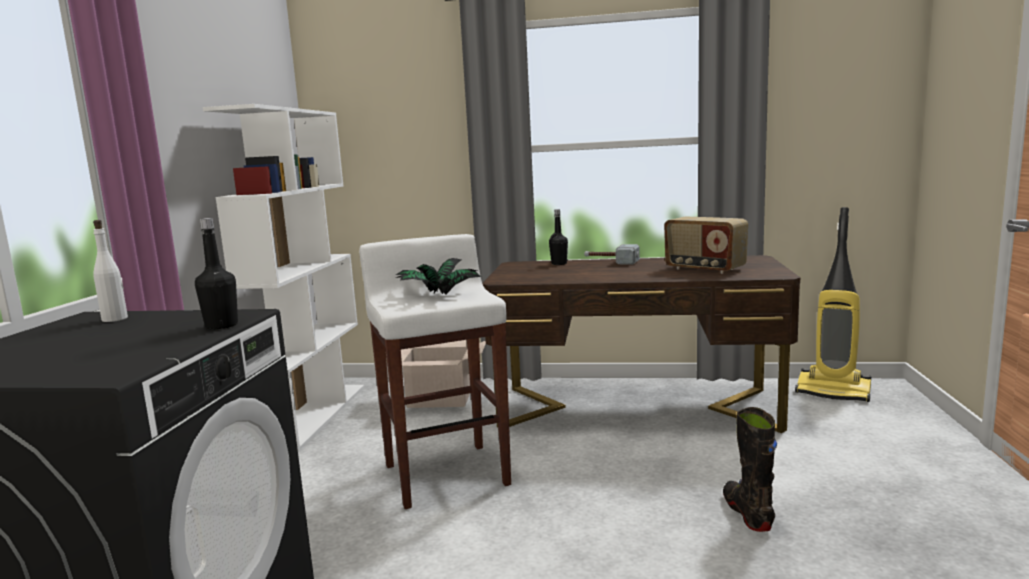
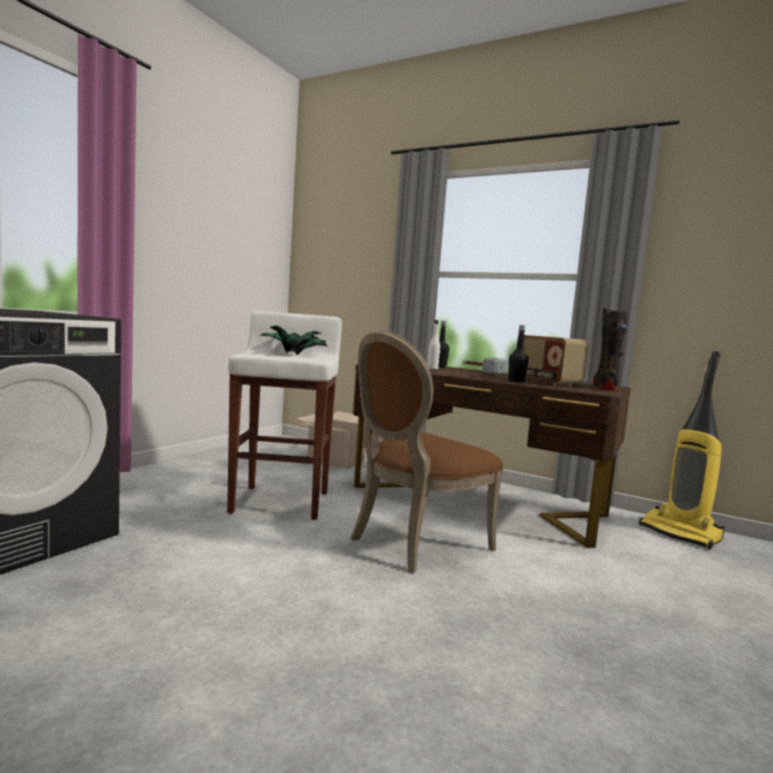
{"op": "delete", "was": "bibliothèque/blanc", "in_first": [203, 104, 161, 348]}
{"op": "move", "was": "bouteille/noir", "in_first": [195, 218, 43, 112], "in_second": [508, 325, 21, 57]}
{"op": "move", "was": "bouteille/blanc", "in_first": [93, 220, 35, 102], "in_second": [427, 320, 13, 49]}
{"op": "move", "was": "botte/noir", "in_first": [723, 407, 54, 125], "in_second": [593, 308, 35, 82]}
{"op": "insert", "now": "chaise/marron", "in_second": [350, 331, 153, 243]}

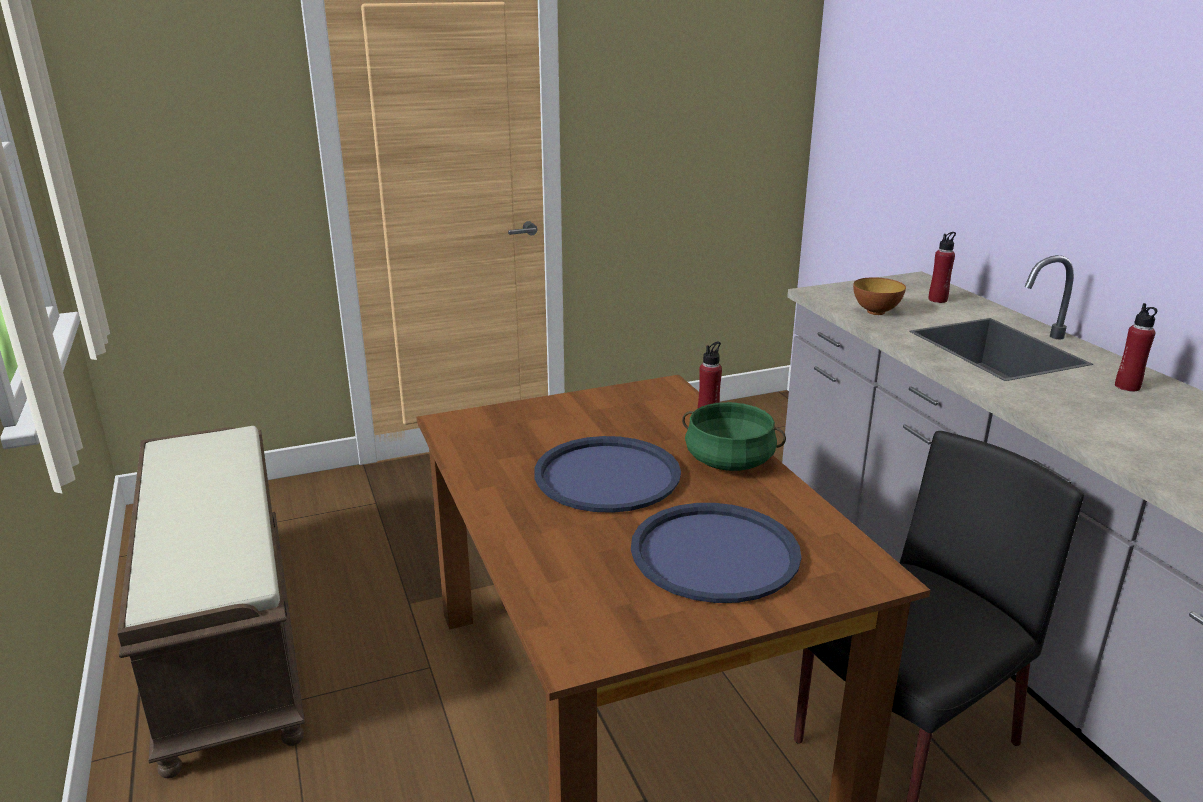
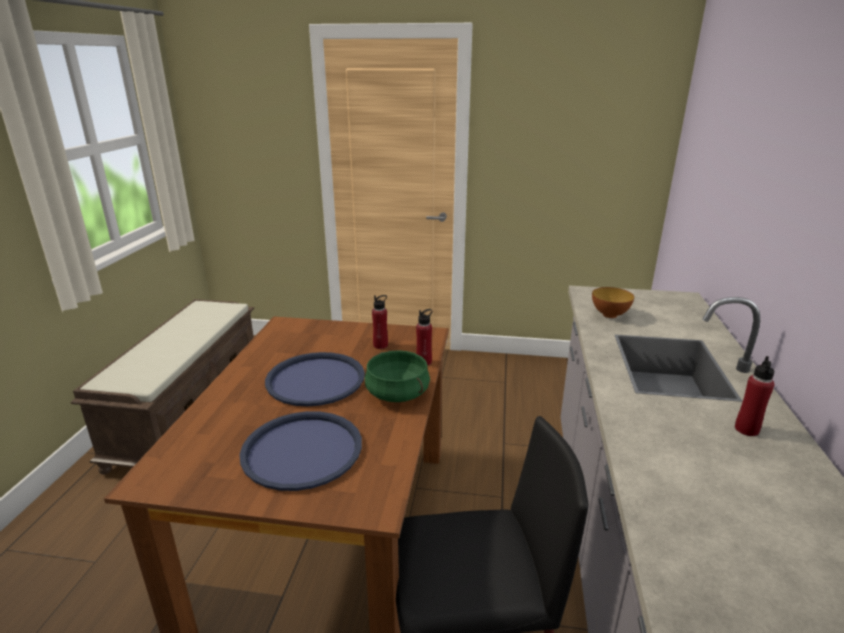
{"op": "move", "was": "bouteille/rouge", "in_first": [928, 232, 28, 71], "in_second": [372, 295, 16, 54]}

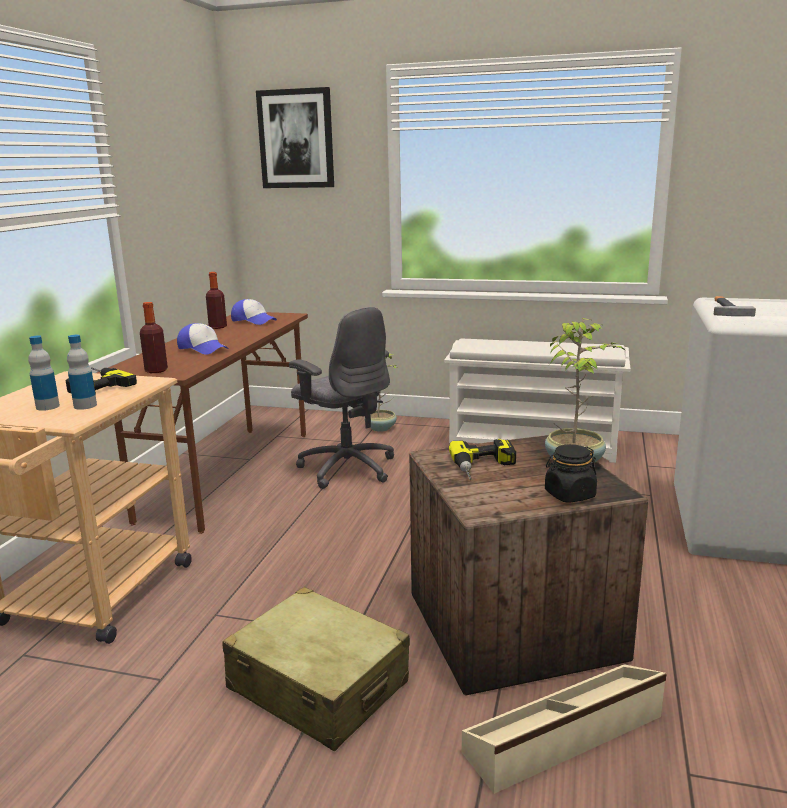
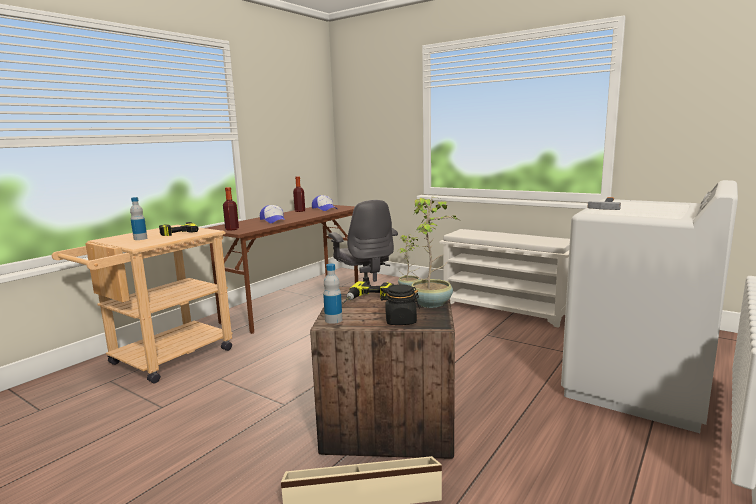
{"op": "delete", "was": "tableau", "in_first": [256, 87, 78, 101]}
{"op": "move", "was": "bouteille", "in_first": [67, 335, 30, 75], "in_second": [323, 264, 19, 60]}
{"op": "delete", "was": "valise/beige", "in_first": [222, 587, 188, 164]}

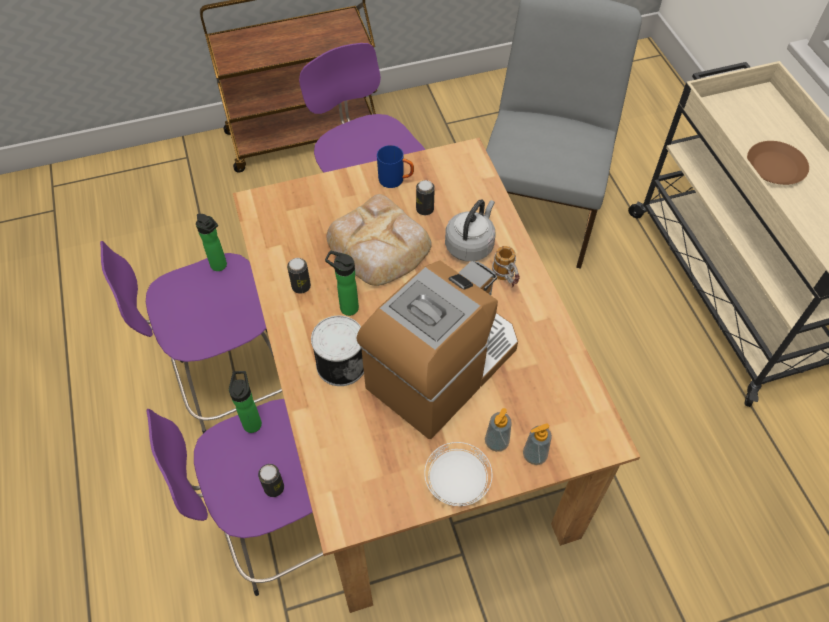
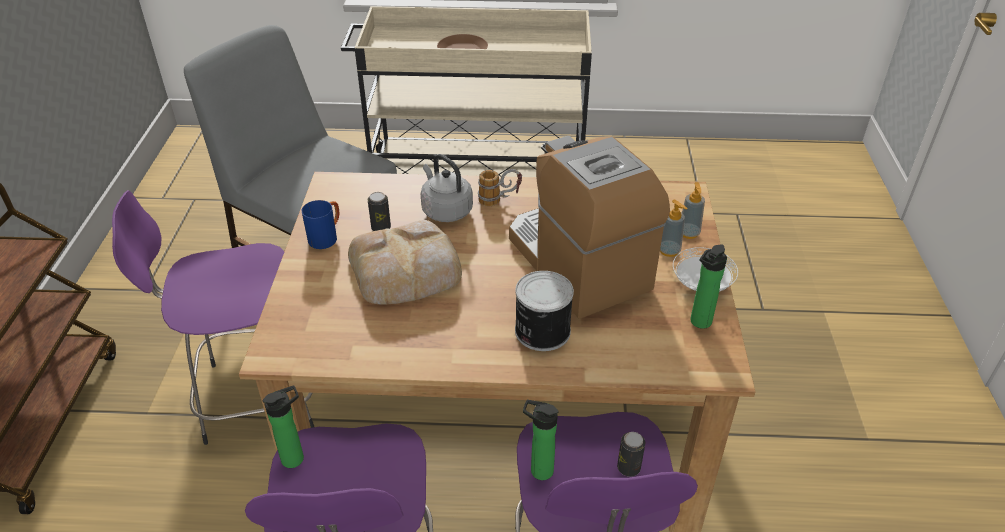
{"op": "move", "was": "bouteille", "in_first": [325, 251, 34, 65], "in_second": [690, 244, 37, 85]}
{"op": "delete", "was": "boîte métallique", "in_first": [287, 258, 24, 36]}

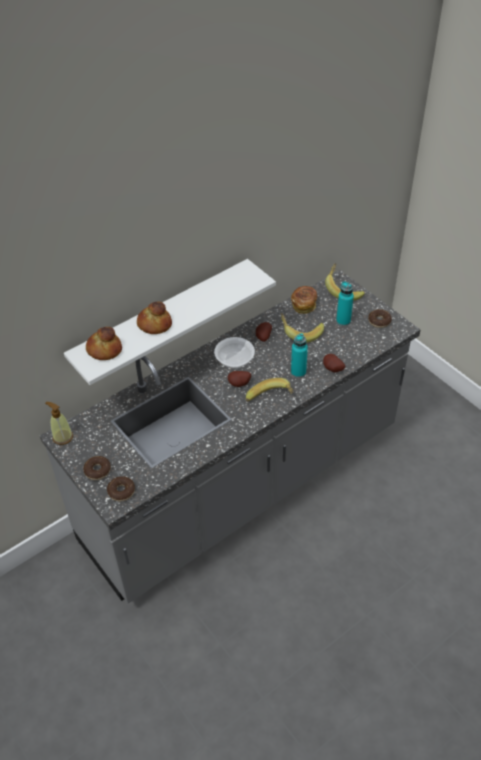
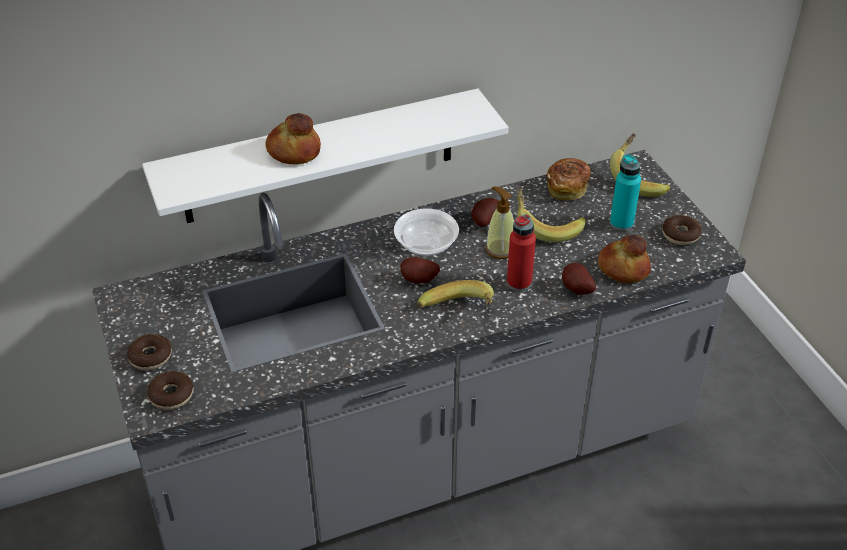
{"op": "move", "was": "pain", "in_first": [86, 327, 36, 33], "in_second": [598, 235, 53, 48]}
{"op": "recolor", "was": "bouteille/turquoise", "now": "bouteille/rouge", "in_first": [291, 333, 17, 45], "in_second": [507, 214, 29, 77]}
{"op": "move", "was": "distributeur de savon", "in_first": [45, 402, 28, 43], "in_second": [485, 187, 29, 72]}

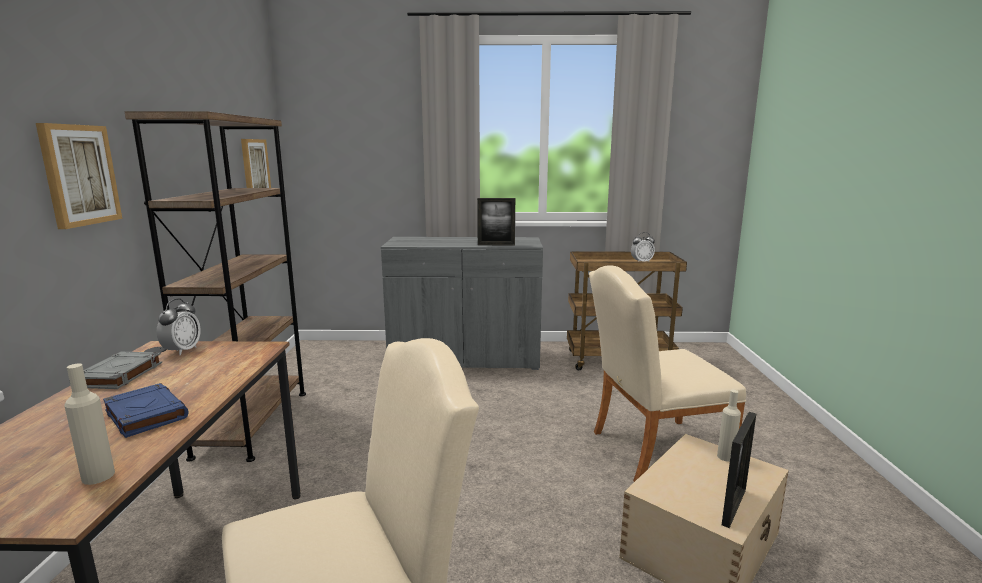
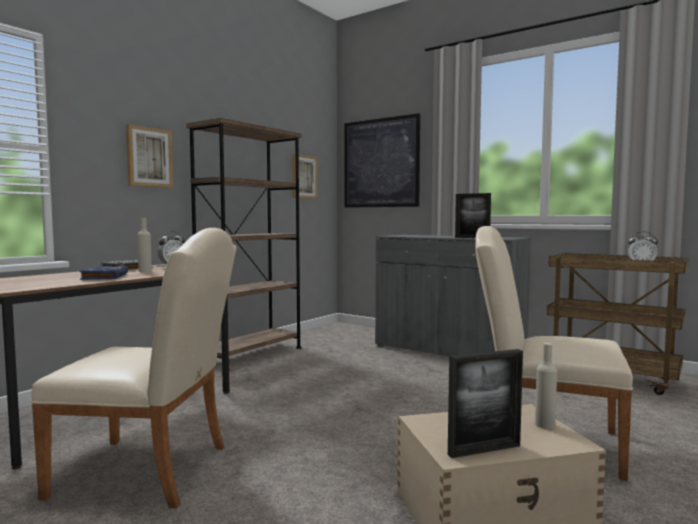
{"op": "move", "was": "bouteille/beige", "in_first": [64, 364, 51, 121], "in_second": [137, 218, 15, 54]}
{"op": "insert", "now": "tableau", "in_second": [345, 113, 75, 95]}

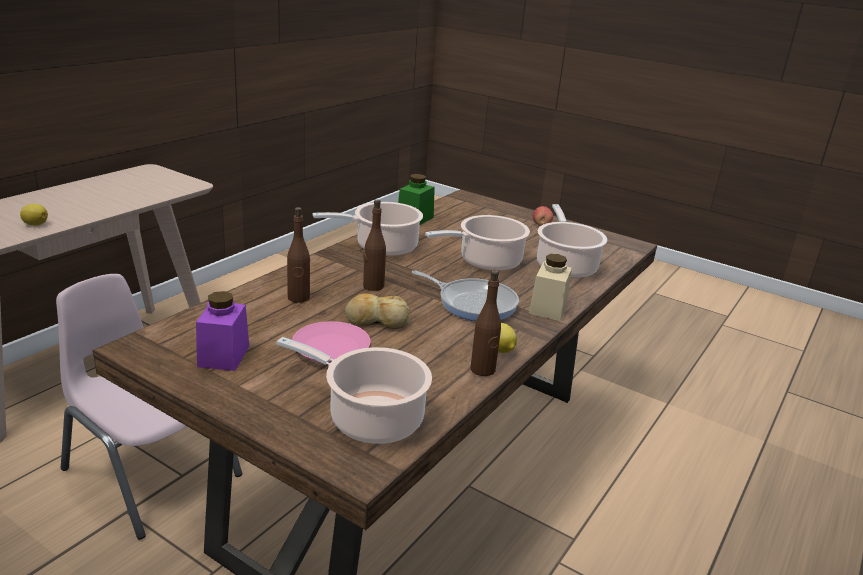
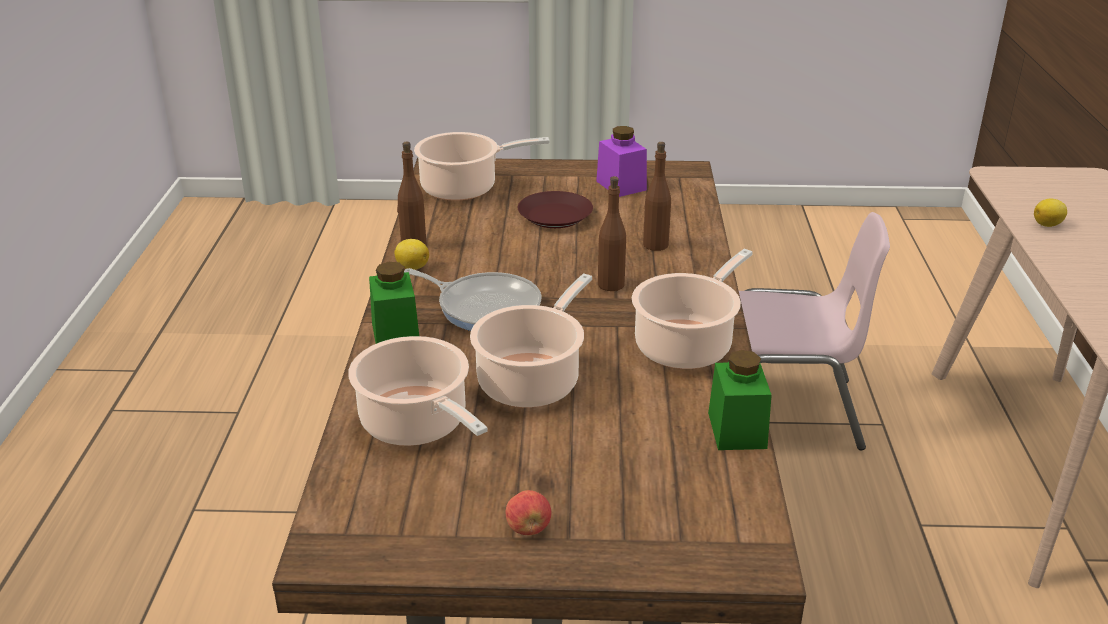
{"op": "recolor", "was": "bocal/beige", "now": "bocal/vert", "in_first": [529, 254, 43, 67], "in_second": [369, 262, 50, 82]}
{"op": "rotate", "was": "poêle", "in_first": [412, 270, 107, 51], "in_second": [404, 268, 137, 63], "clockwise": -150}
{"op": "delete", "was": "pain", "in_first": [345, 293, 65, 36]}
{"op": "recolor", "was": "assiette/rose", "now": "assiette/marron", "in_first": [292, 321, 78, 42], "in_second": [518, 191, 75, 37]}

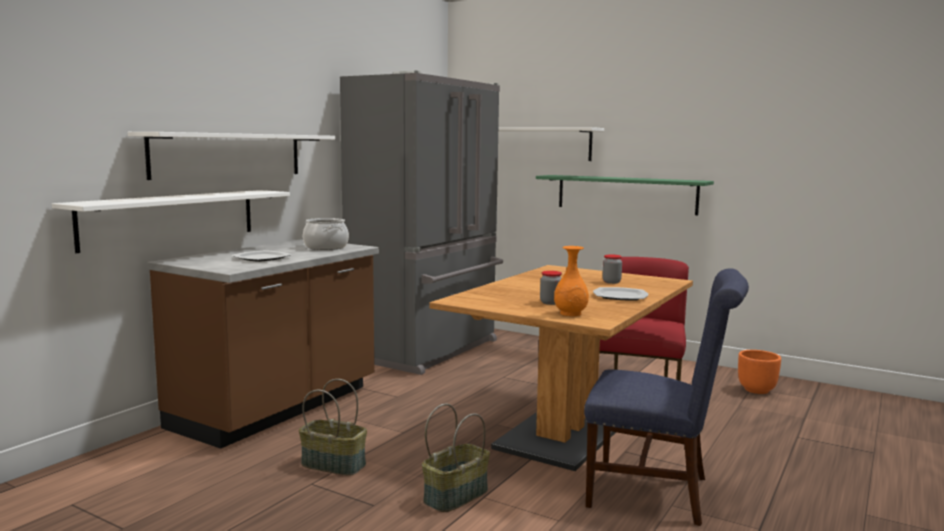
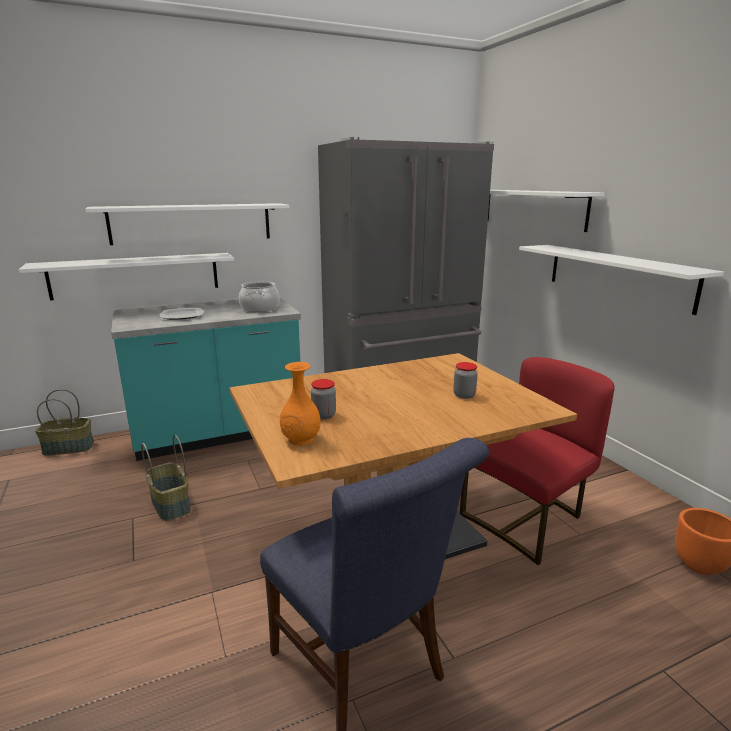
{"op": "recolor", "was": "étagère/vert", "now": "étagère/blanc", "in_first": [536, 175, 178, 40], "in_second": [519, 245, 205, 70]}
{"op": "recolor", "was": "comptoir de cuisine/marron", "now": "comptoir de cuisine/turquoise", "in_first": [148, 239, 231, 210], "in_second": [111, 297, 190, 164]}
{"op": "delete", "was": "assiette", "in_first": [593, 287, 55, 13]}
{"op": "move", "was": "panier", "in_first": [422, 403, 68, 109], "in_second": [35, 389, 59, 66]}

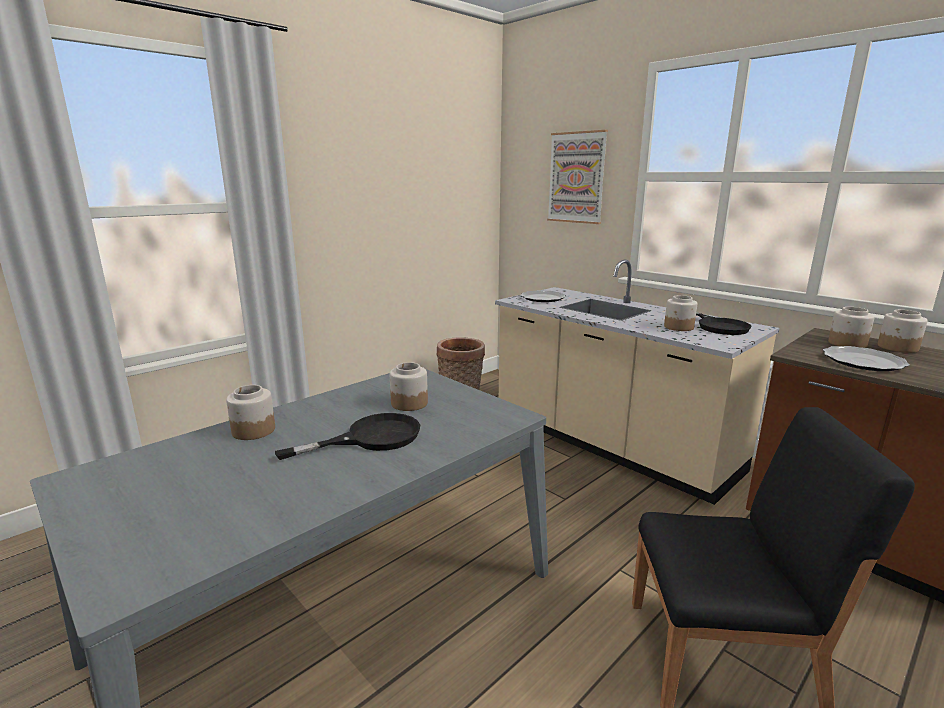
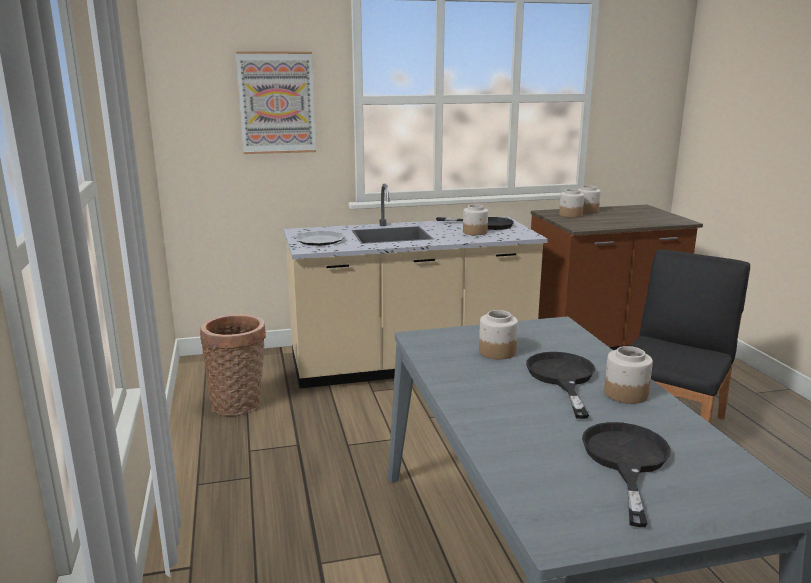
{"op": "delete", "was": "assiette", "in_first": [823, 346, 87, 25]}
{"op": "move", "was": "bocal", "in_first": [226, 385, 49, 55], "in_second": [604, 346, 49, 58]}
{"op": "insert", "now": "poêle/noir", "in_second": [582, 422, 89, 105]}

